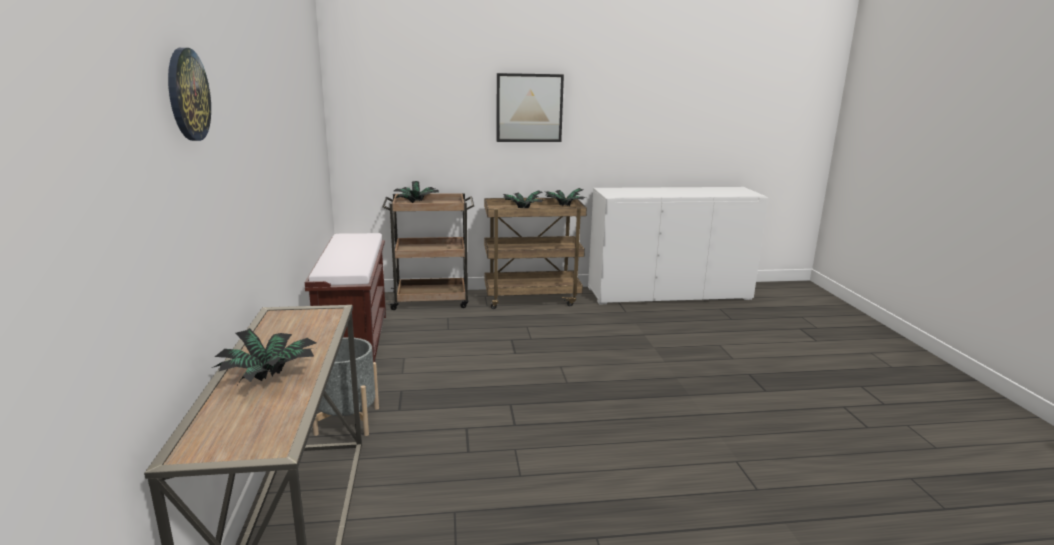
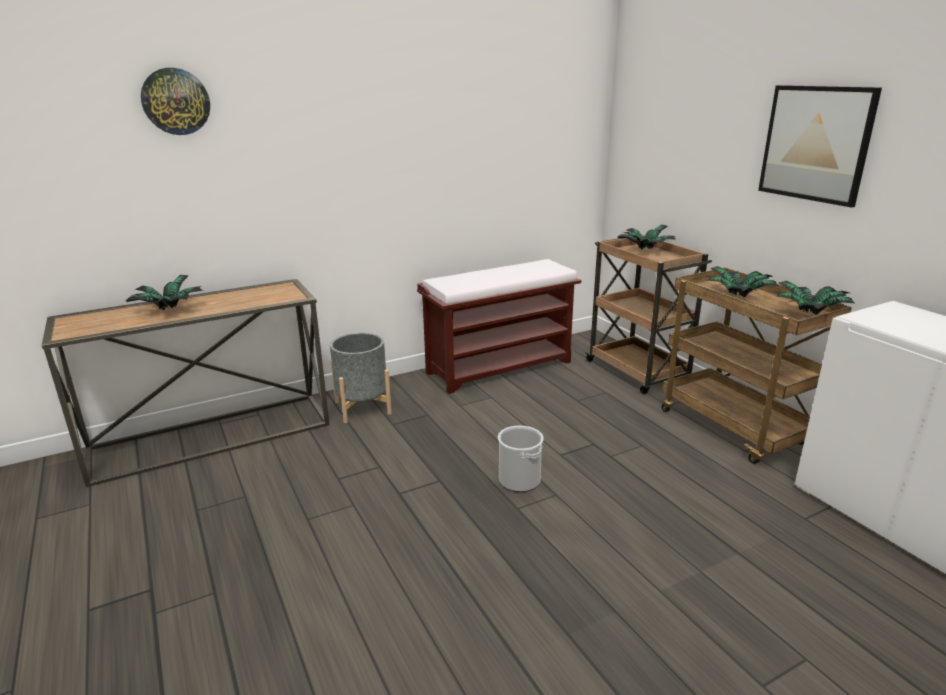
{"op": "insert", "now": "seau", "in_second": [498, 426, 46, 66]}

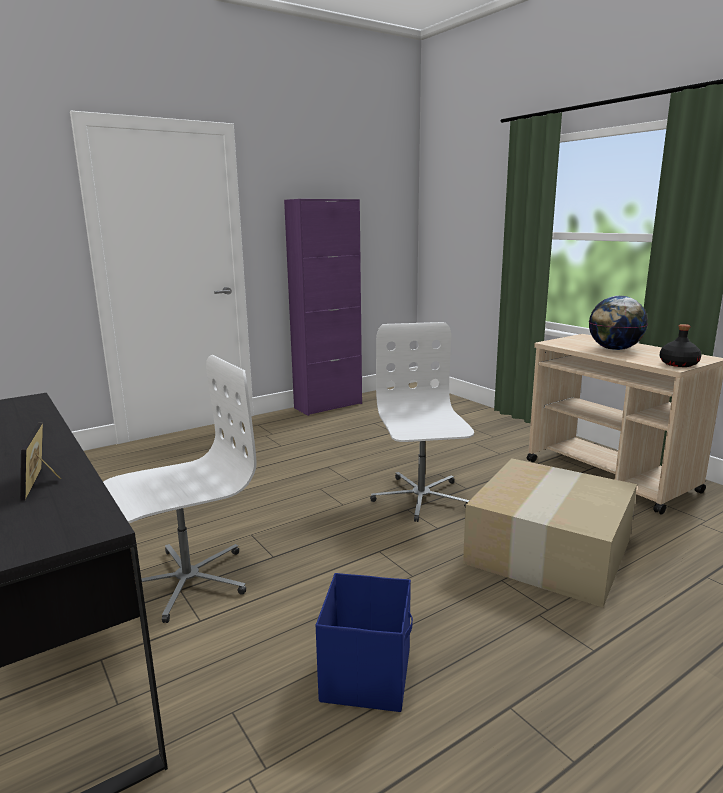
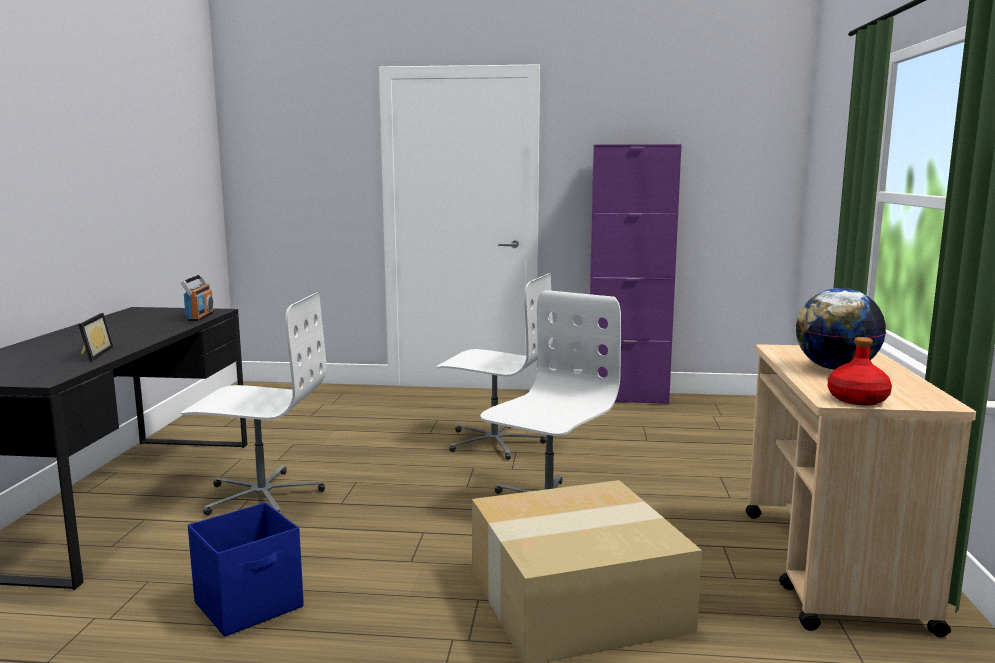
{"op": "recolor", "was": "bouteille/noir", "now": "bouteille/rouge", "in_first": [660, 324, 41, 43], "in_second": [828, 337, 64, 69]}
{"op": "rotate", "was": "cadre photo", "in_first": [20, 423, 41, 78], "in_second": [78, 313, 36, 49], "clockwise": 150}
{"op": "insert", "now": "chaise de bureau/blanc", "in_second": [437, 273, 116, 187]}
{"op": "insert", "now": "radio", "in_second": [181, 275, 33, 46]}

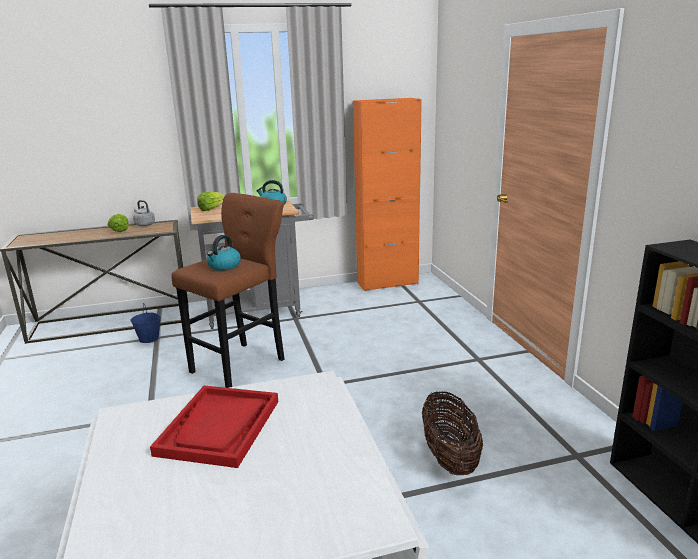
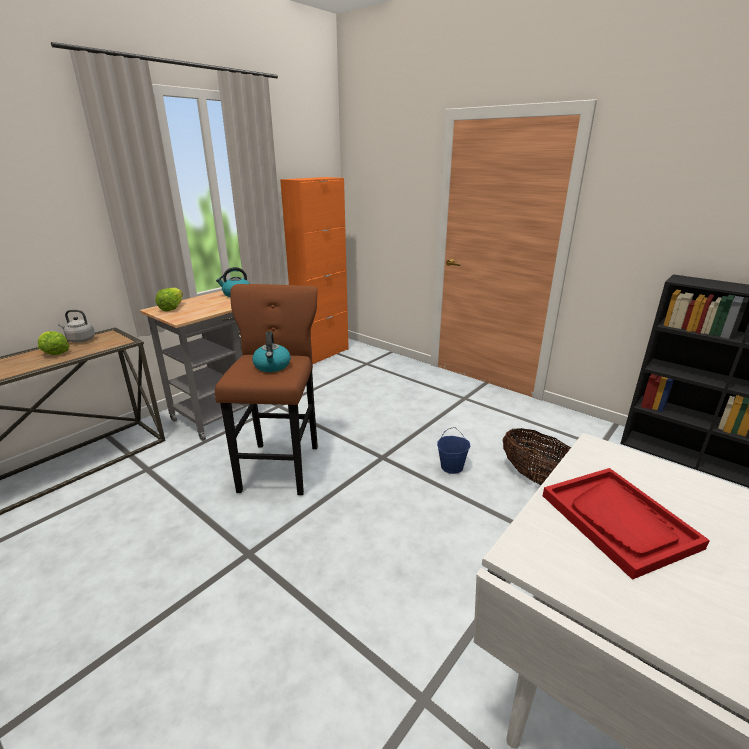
{"op": "move", "was": "seau/bleu", "in_first": [131, 304, 30, 39], "in_second": [437, 427, 33, 47]}

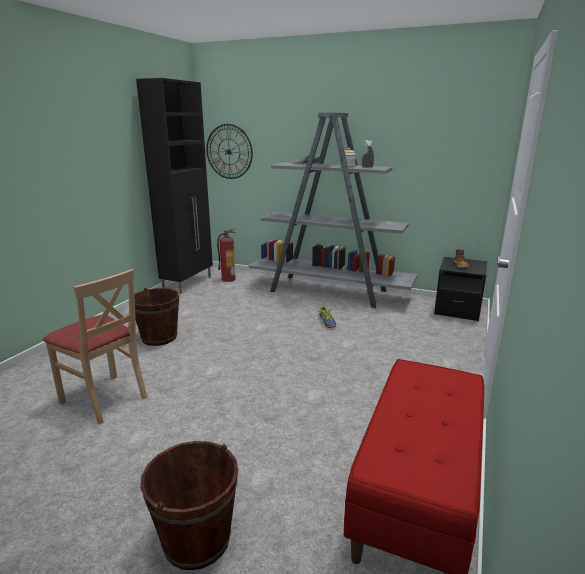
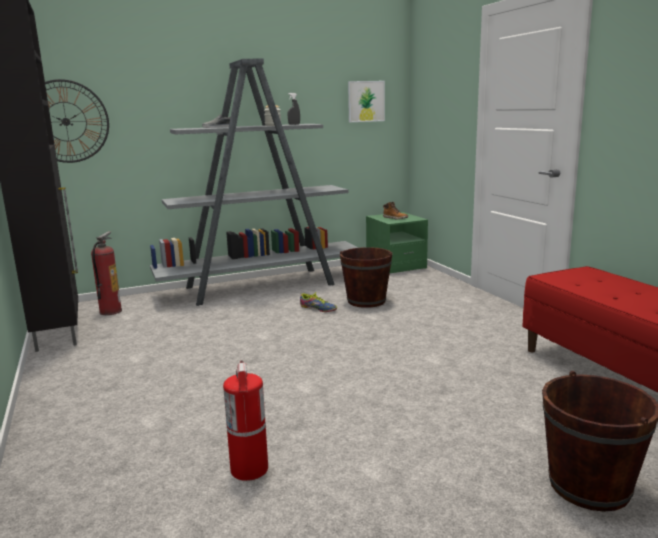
{"op": "recolor", "was": "table de chevet/noir", "now": "table de chevet/vert", "in_first": [434, 257, 53, 64], "in_second": [366, 212, 62, 62]}
{"op": "replace", "was": "chaise/beige", "now": "extincteur", "in_first": [43, 269, 104, 155], "in_second": [223, 360, 45, 121]}
{"op": "move", "was": "seau/marron", "in_first": [134, 288, 45, 58], "in_second": [340, 247, 52, 61]}
{"op": "insert", "now": "tableau", "in_second": [348, 81, 37, 41]}

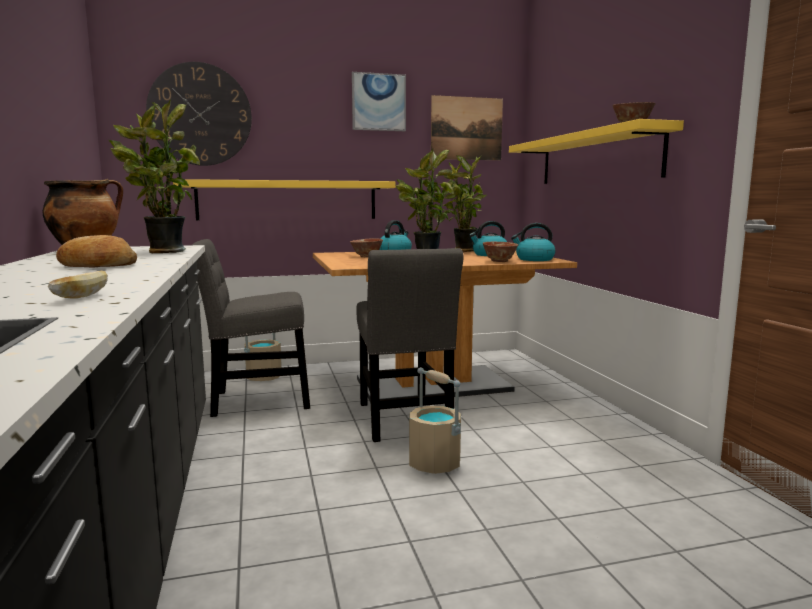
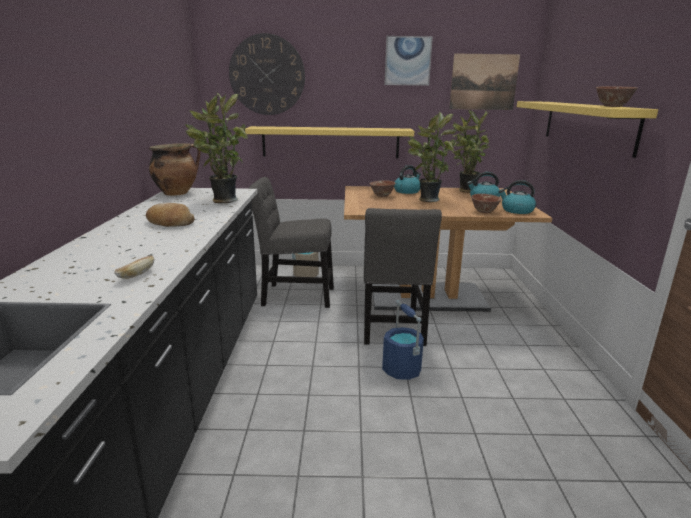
{"op": "recolor", "was": "seau/beige", "now": "seau/bleu", "in_first": [409, 367, 52, 107], "in_second": [382, 300, 42, 80]}

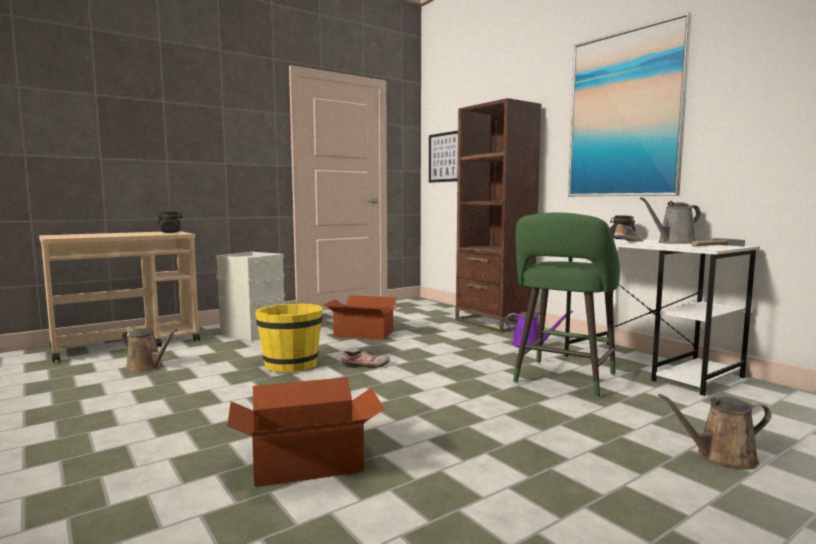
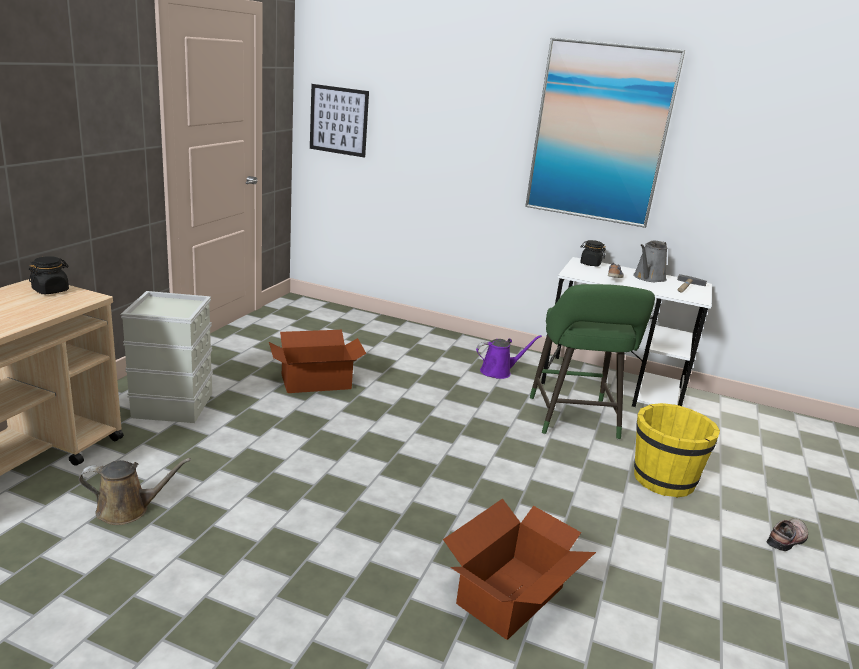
{"op": "delete", "was": "bibliothèque/marron", "in_first": [455, 98, 87, 235]}
{"op": "move", "was": "seau/jaune", "in_first": [255, 303, 68, 69], "in_second": [634, 403, 86, 95]}
{"op": "move", "was": "chaussure", "in_first": [342, 349, 48, 19], "in_second": [767, 518, 41, 33]}
{"op": "delete", "was": "arrosoir/marron", "in_first": [658, 394, 114, 76]}

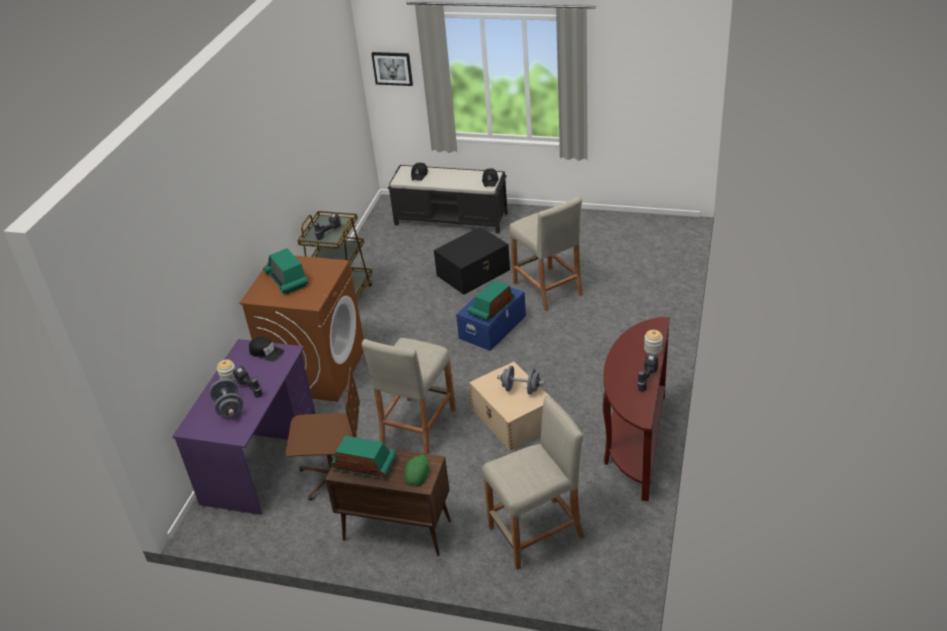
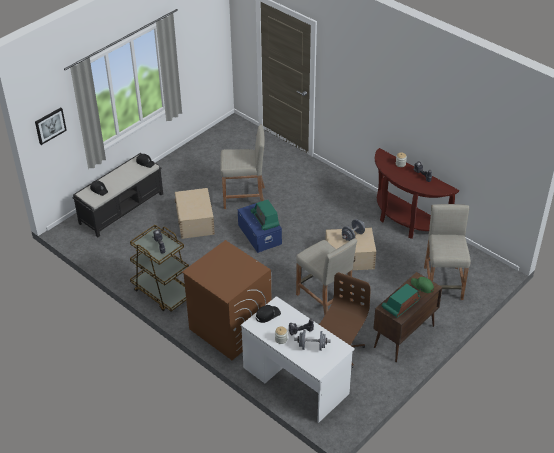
{"op": "recolor", "was": "boîte de rangement/noir", "now": "boîte de rangement/beige", "in_first": [434, 227, 76, 68], "in_second": [175, 188, 40, 51]}
{"op": "delete", "was": "radio", "in_first": [263, 248, 45, 46]}
{"op": "recolor", "was": "bureau/violet", "now": "bureau/blanc", "in_first": [173, 339, 143, 176], "in_second": [241, 296, 114, 127]}

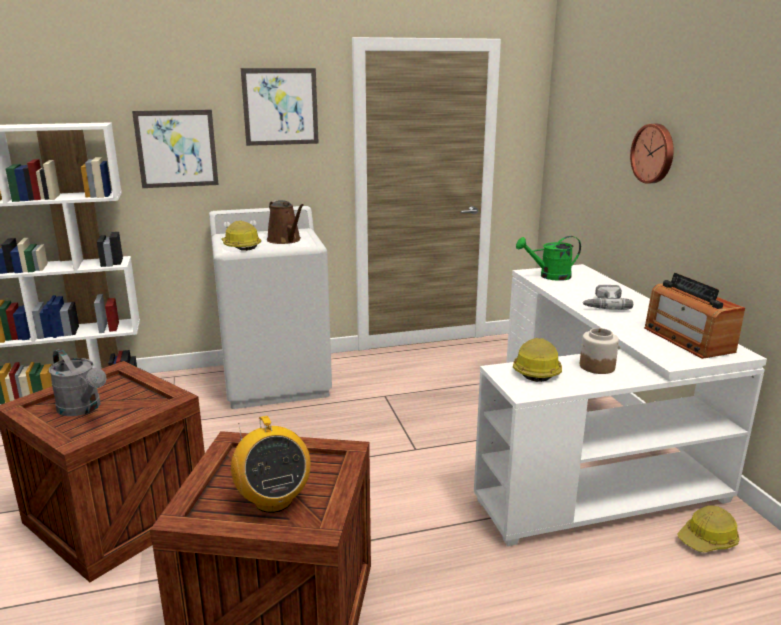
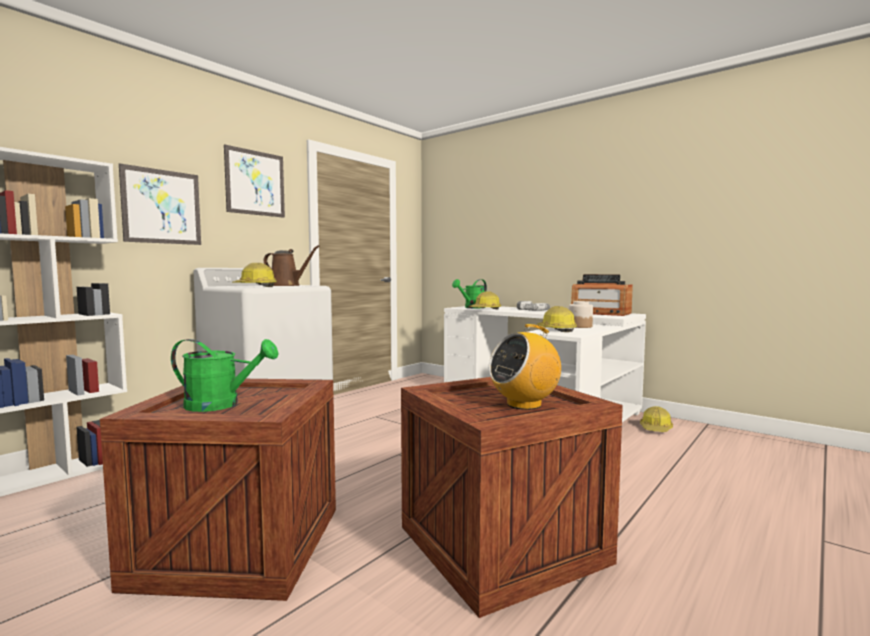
{"op": "delete", "was": "horloge murale", "in_first": [630, 124, 44, 60]}
{"op": "recolor", "was": "arrosoir/gris", "now": "arrosoir/vert", "in_first": [49, 349, 58, 67], "in_second": [171, 339, 108, 73]}
{"op": "rotate", "was": "radio", "in_first": [231, 416, 80, 97], "in_second": [489, 324, 72, 86], "clockwise": 120}
{"op": "insert", "now": "casque de chantier", "in_second": [468, 292, 33, 17]}

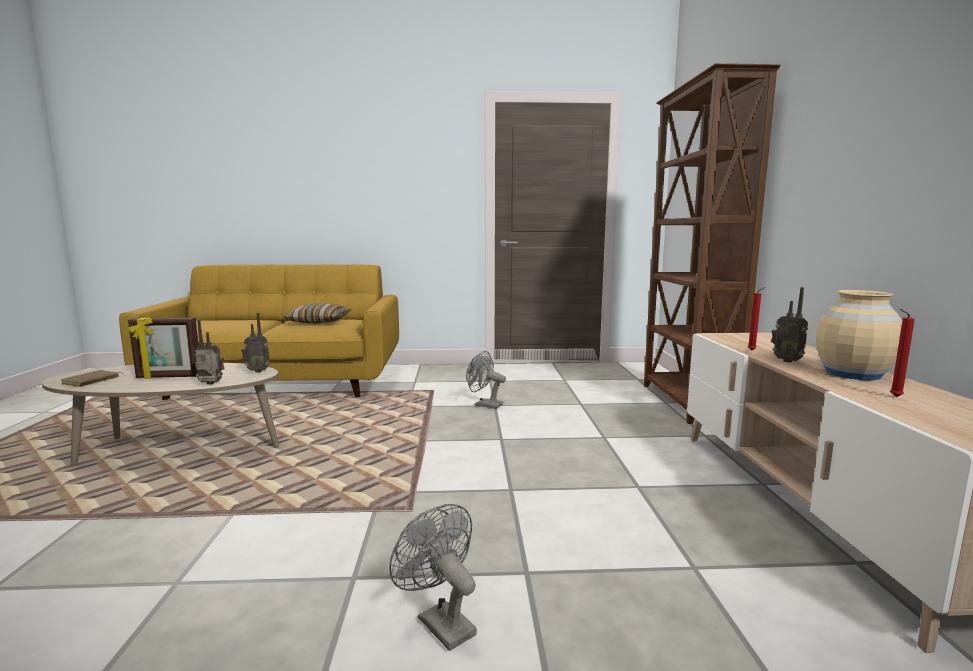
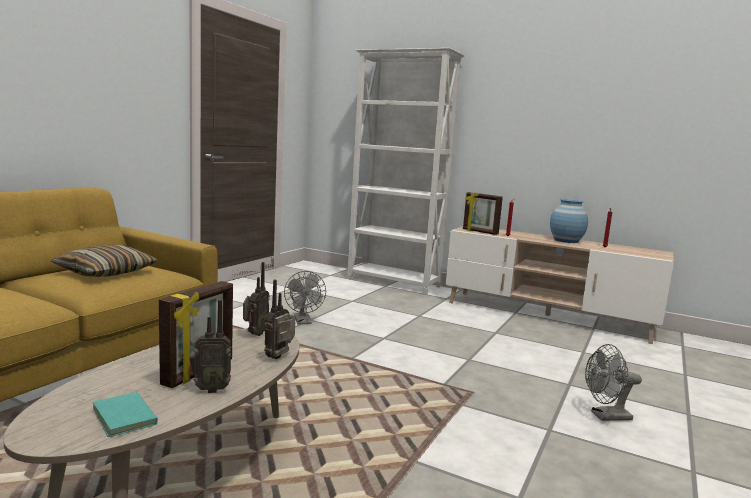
{"op": "recolor", "was": "bibliothèque/marron", "now": "bibliothèque/blanc", "in_first": [644, 63, 137, 361], "in_second": [347, 48, 118, 247]}
{"op": "move", "was": "radio", "in_first": [771, 287, 37, 76], "in_second": [189, 299, 42, 94]}
{"op": "recolor", "was": "vase/beige", "now": "vase/bleu", "in_first": [816, 290, 86, 90], "in_second": [550, 199, 38, 44]}
{"op": "rotate", "was": "ventilateur/gris", "in_first": [466, 351, 40, 58], "in_second": [284, 271, 42, 53], "clockwise": -75}
{"op": "recolor", "was": "livre/marron", "now": "livre/turquoise", "in_first": [61, 370, 63, 17], "in_second": [93, 389, 65, 48]}
{"op": "insert", "now": "cadre photo", "in_second": [463, 192, 40, 43]}

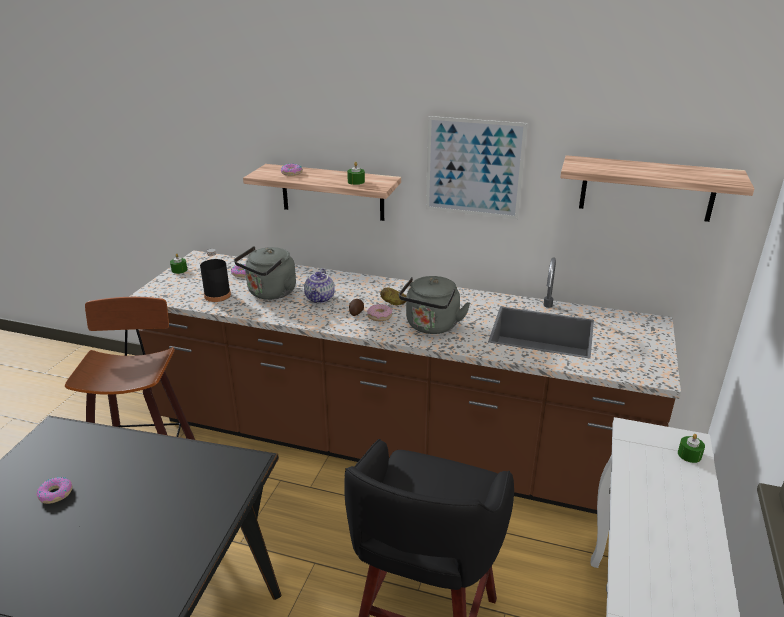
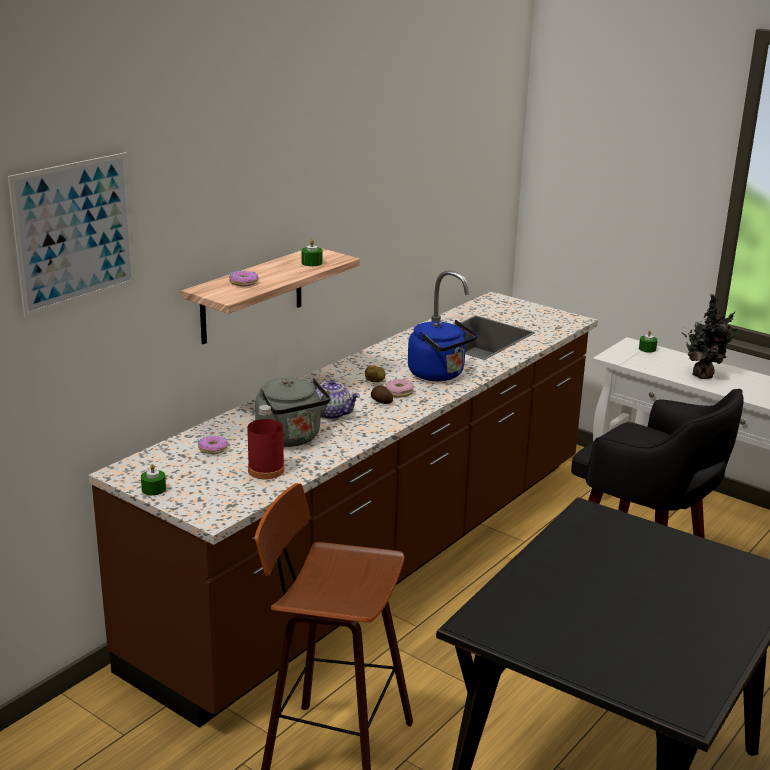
{"op": "move", "was": "tableau", "in_first": [426, 116, 101, 103], "in_second": [8, 152, 128, 165]}
{"op": "delete", "was": "étagère", "in_first": [560, 155, 194, 67]}
{"op": "recolor", "was": "bouteille/noir", "now": "bouteille/rouge", "in_first": [200, 249, 31, 53], "in_second": [247, 405, 38, 74]}
{"op": "recolor", "was": "bouilloire/gris", "now": "bouilloire/bleu", "in_first": [399, 276, 71, 58], "in_second": [408, 320, 70, 61]}
{"op": "delete", "was": "beignet", "in_first": [37, 477, 35, 27]}
{"op": "insert", "now": "plante en pot", "in_second": [682, 294, 58, 85]}

